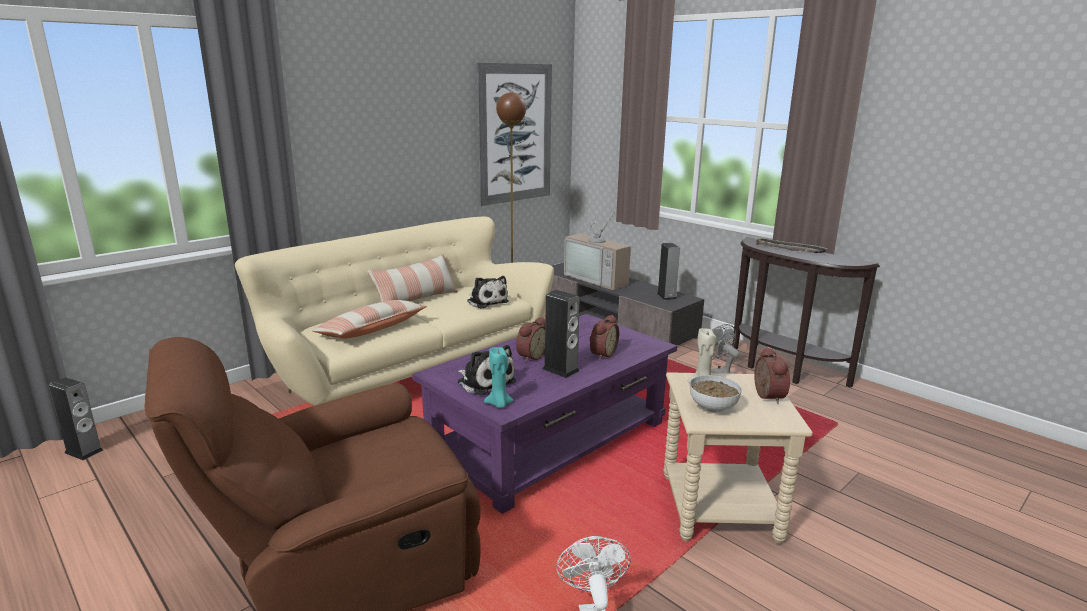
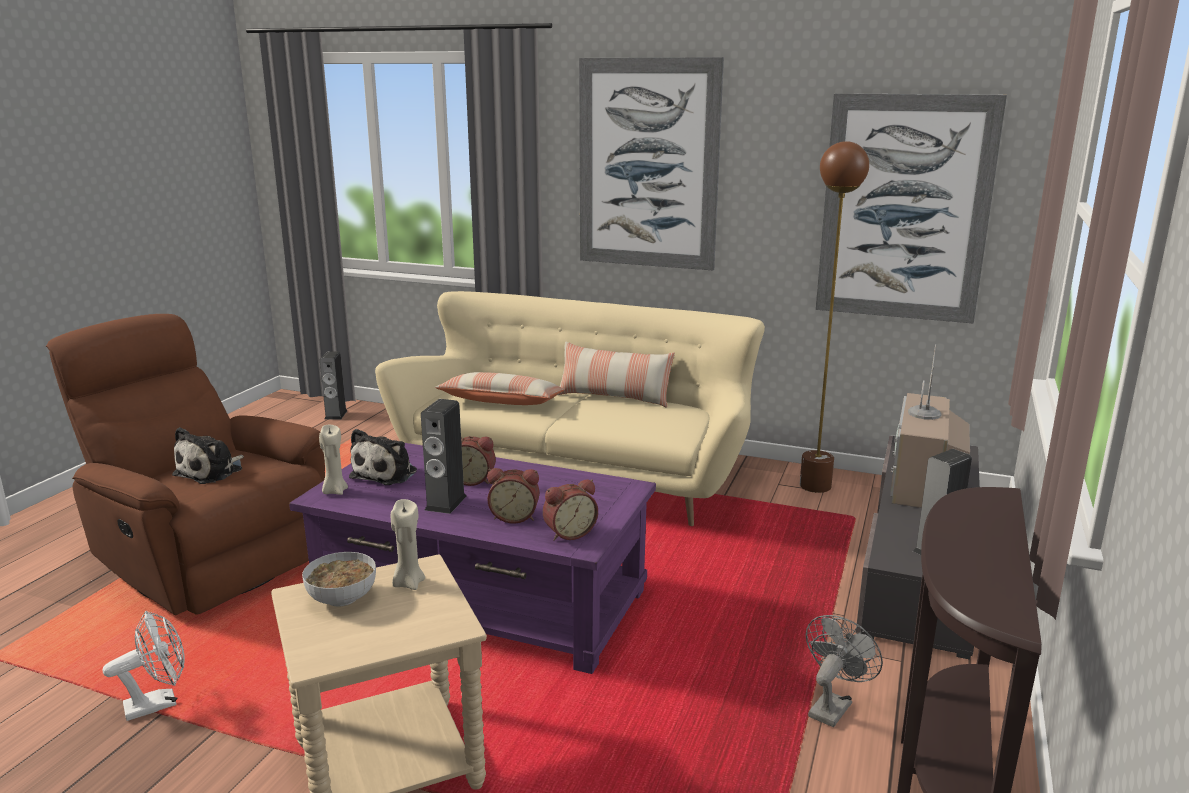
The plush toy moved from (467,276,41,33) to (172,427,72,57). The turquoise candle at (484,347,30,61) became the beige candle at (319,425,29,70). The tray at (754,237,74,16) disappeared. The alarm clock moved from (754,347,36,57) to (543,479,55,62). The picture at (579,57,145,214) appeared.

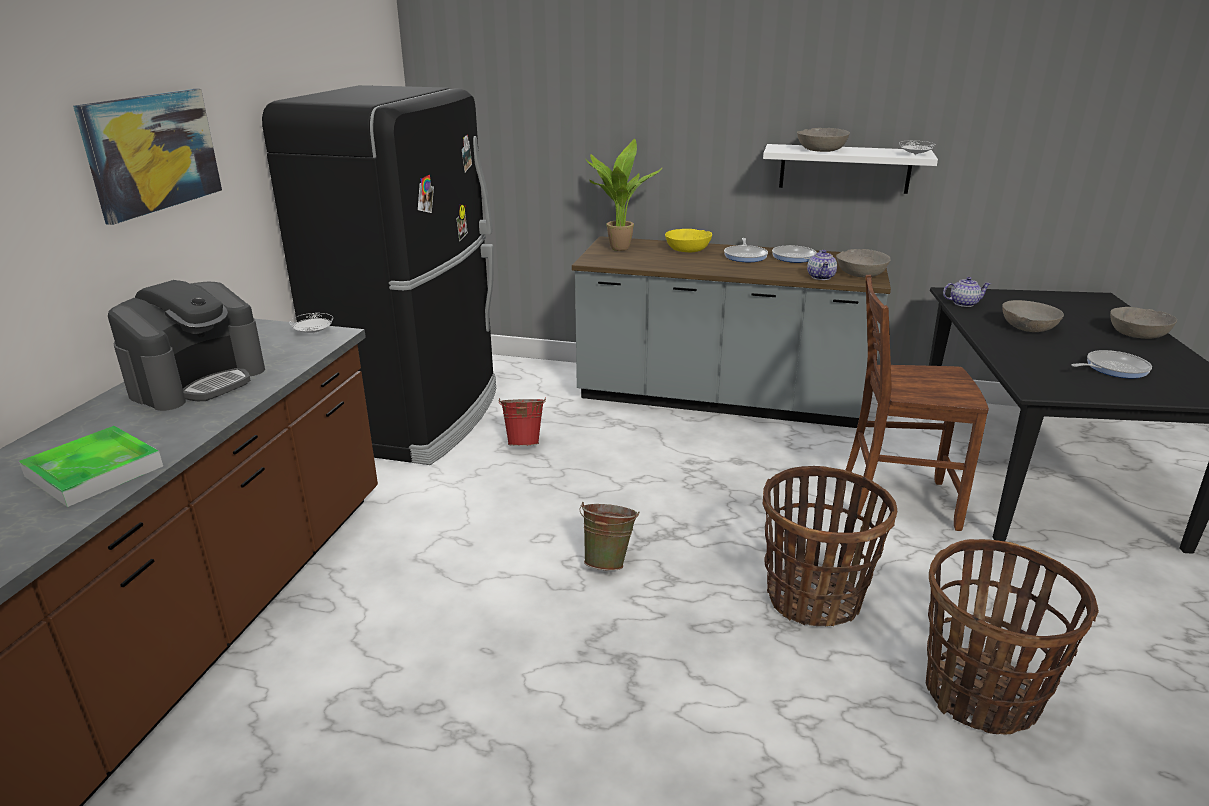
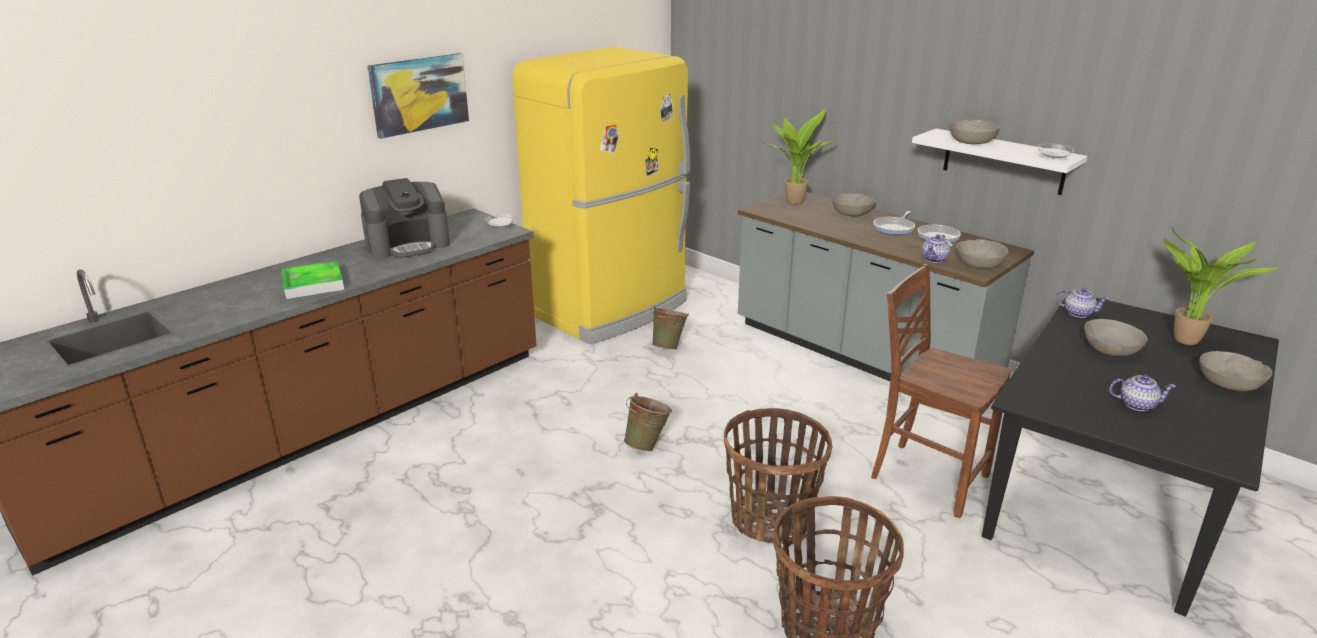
The black fridge at (262,85,234,380) became the yellow fridge at (512,47,178,297). The red bucket at (499,397,47,49) became the green bucket at (651,306,38,43). The yellow bowl at (665,229,47,23) became the grey bowl at (832,193,43,24). The frying pan at (1071,350,81,28) was replaced by the teapot at (1109,375,67,36). The potted plant at (1164,227,115,118) appeared.

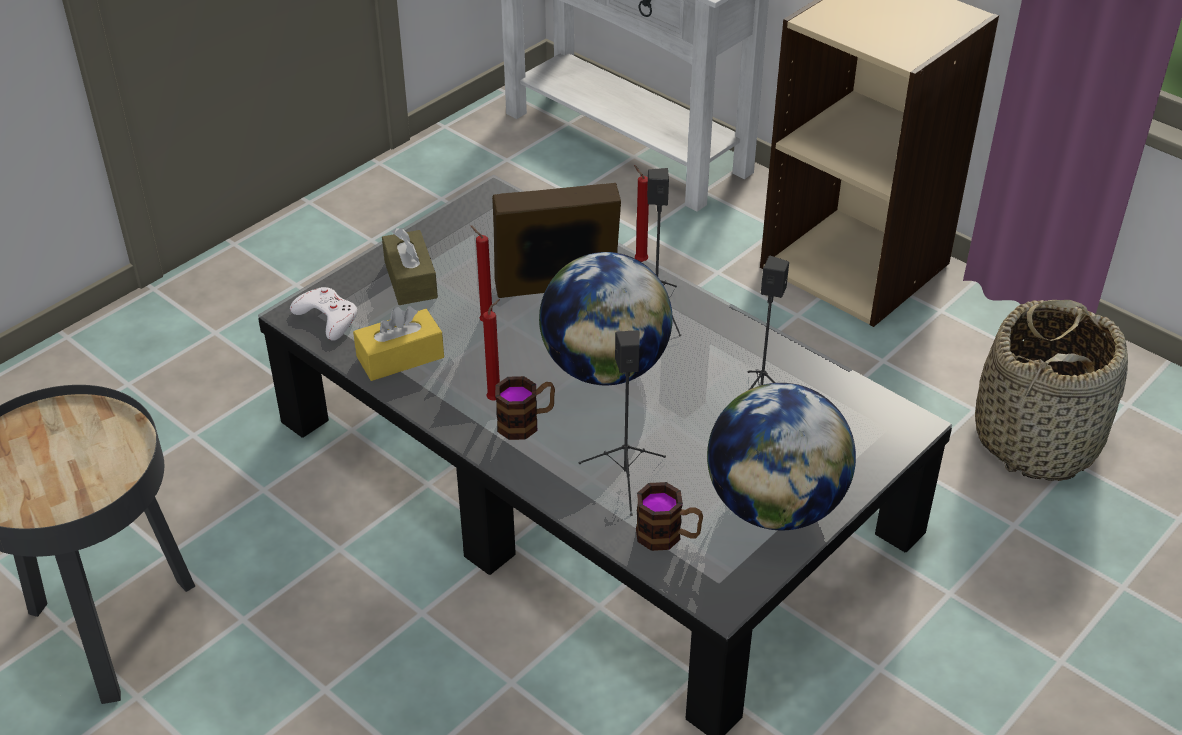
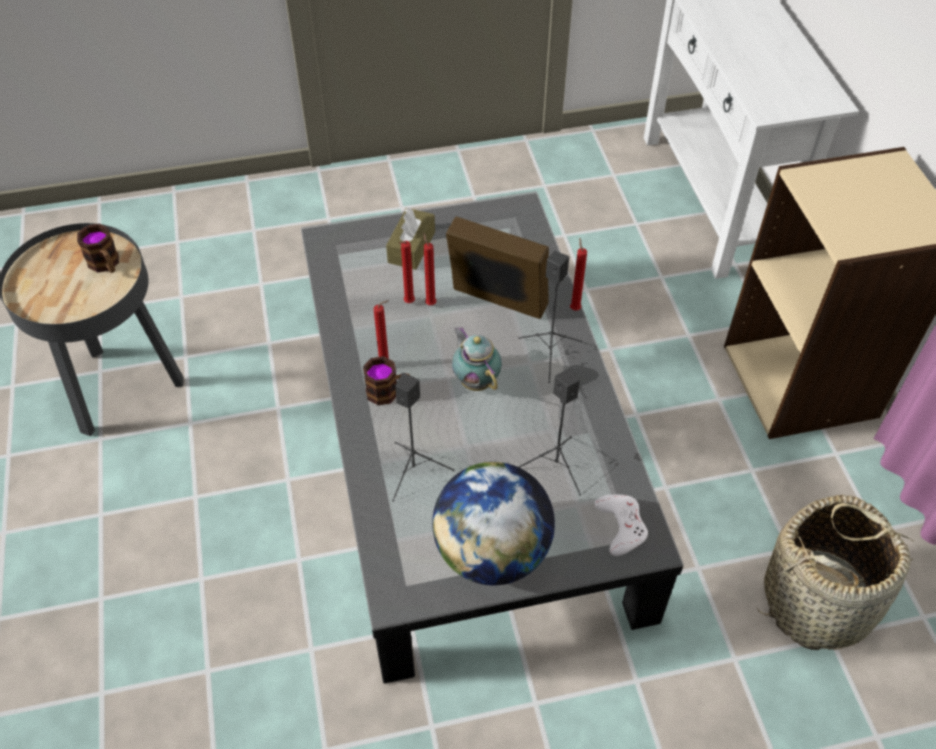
The white game controller moved from (290,287,67,54) to (595,494,53,62). The yellow tissue box at (353,306,91,75) disappeared. The globe at (539,252,134,133) was replaced by the teapot at (452,327,50,64). The mug moved from (636,482,67,69) to (77,224,42,49). The red candle at (399,241,16,62) appeared.

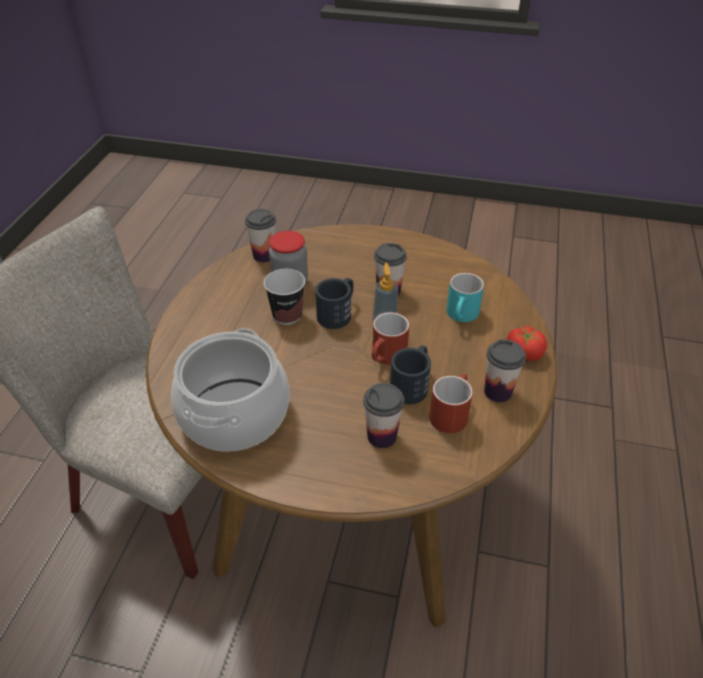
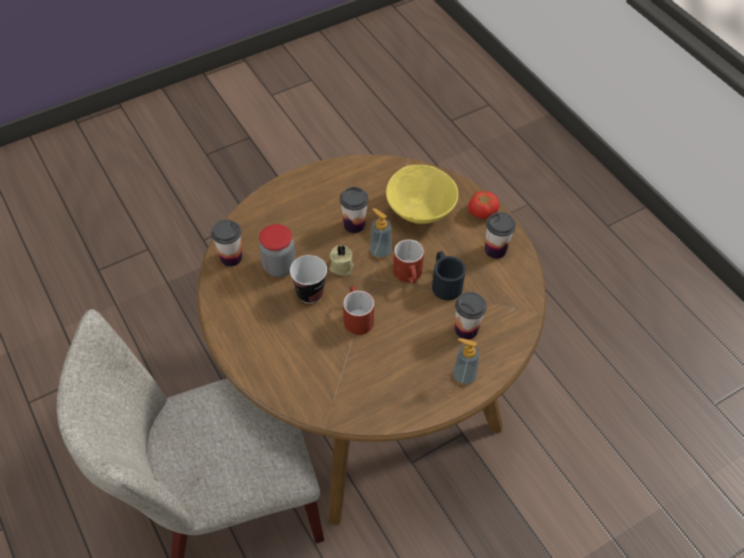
The cooking pot at (171,328,119,124) disappeared. The black mug at (315,278,38,51) was replaced by the beige candle at (330,244,24,32). The red mug moved from (429,374,44,59) to (343,286,31,49). The turquoise mug at (446,273,38,49) was replaced by the yellow bowl at (386,165,72,59). The soap dispenser at (453,338,27,47) appeared.

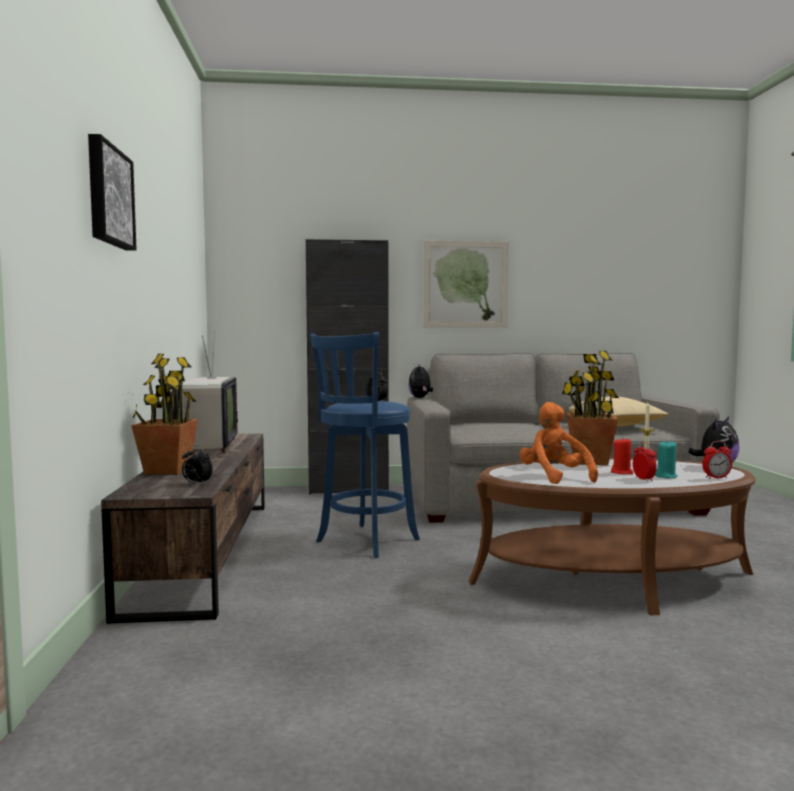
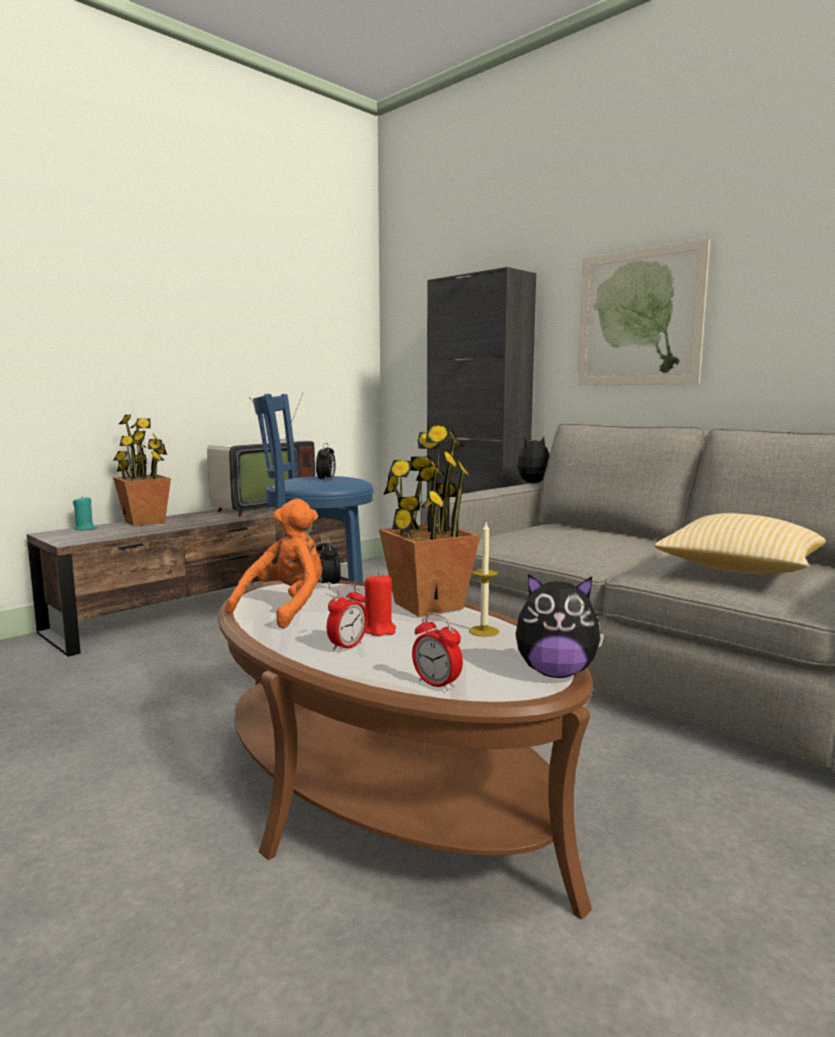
The picture at (88,134,49,117) disappeared. The alarm clock moved from (182,446,31,38) to (316,537,25,51). The turquoise candle moved from (655,440,23,38) to (73,497,24,33).

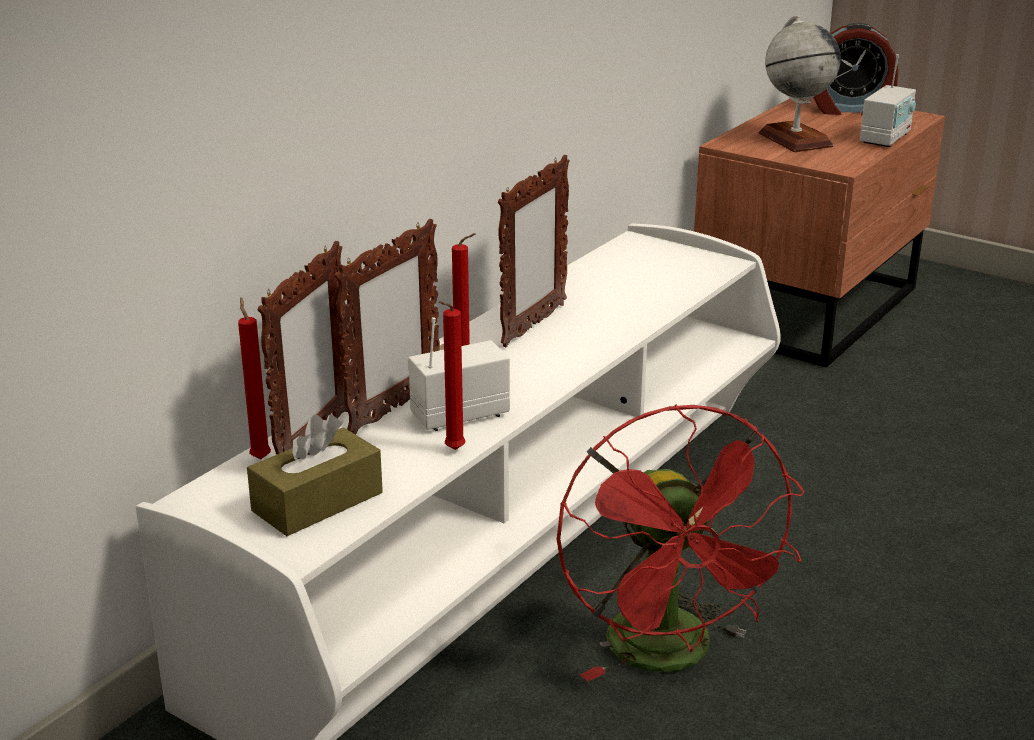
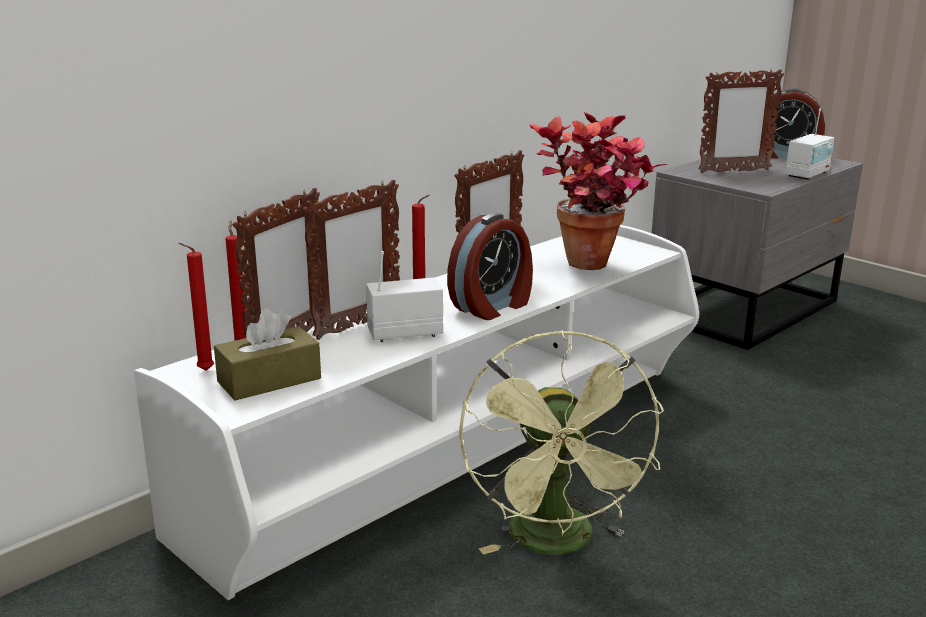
The red candle moved from (439,301,26,149) to (178,243,36,128). The red fan at (557,404,247,277) became the green fan at (459,330,205,225). The brown nightstand at (694,98,251,270) became the grey nightstand at (652,157,211,193). The globe at (759,16,82,136) was replaced by the picture frame at (698,69,86,104). The alarm clock at (447,213,86,107) appeared. The potted plant at (529,112,138,158) appeared.

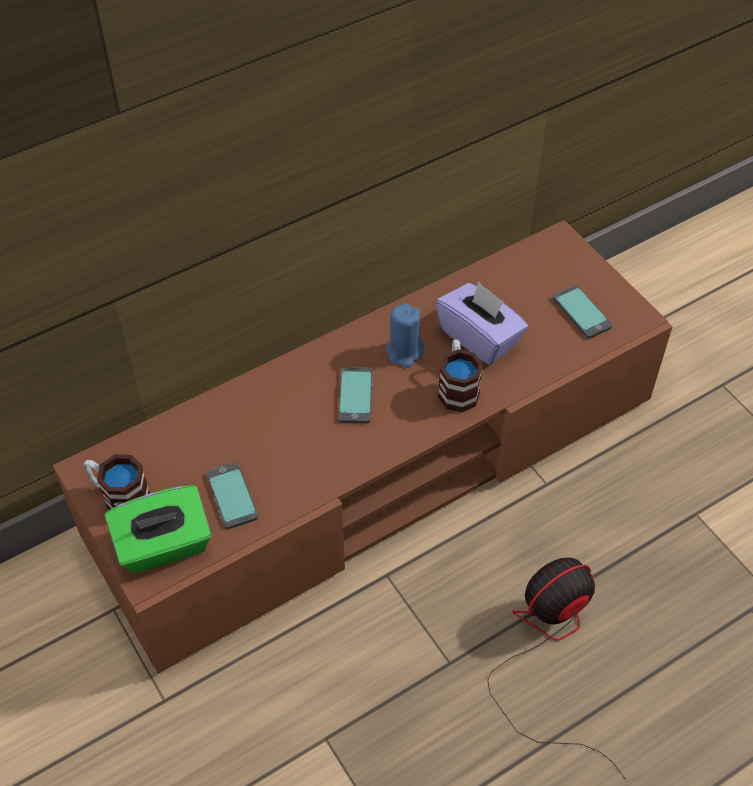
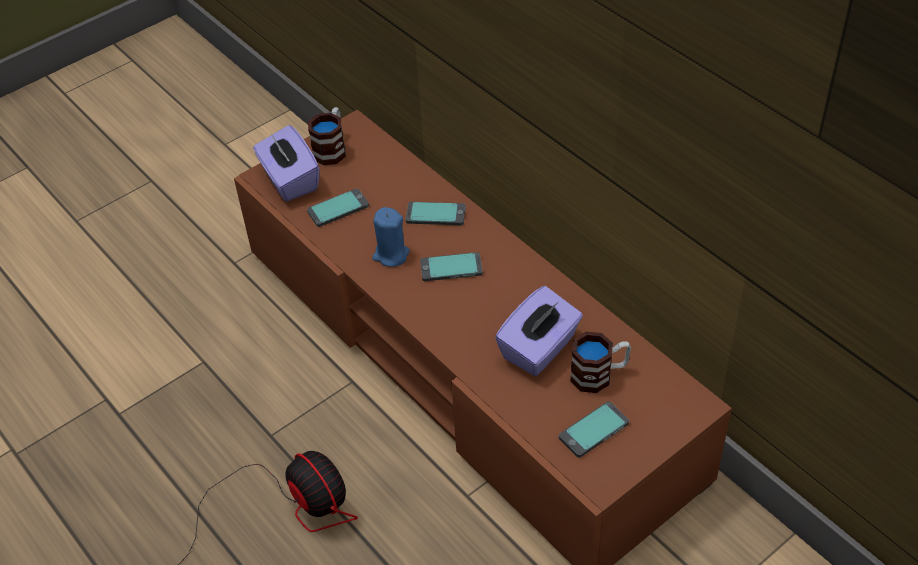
The green tissue box at (105,485,106,88) became the purple tissue box at (253,125,66,76). The blue candle moved from (386,303,38,65) to (372,207,38,60). The mug moved from (438,339,45,73) to (570,332,61,61). The phone at (406,202,60,23) appeared.

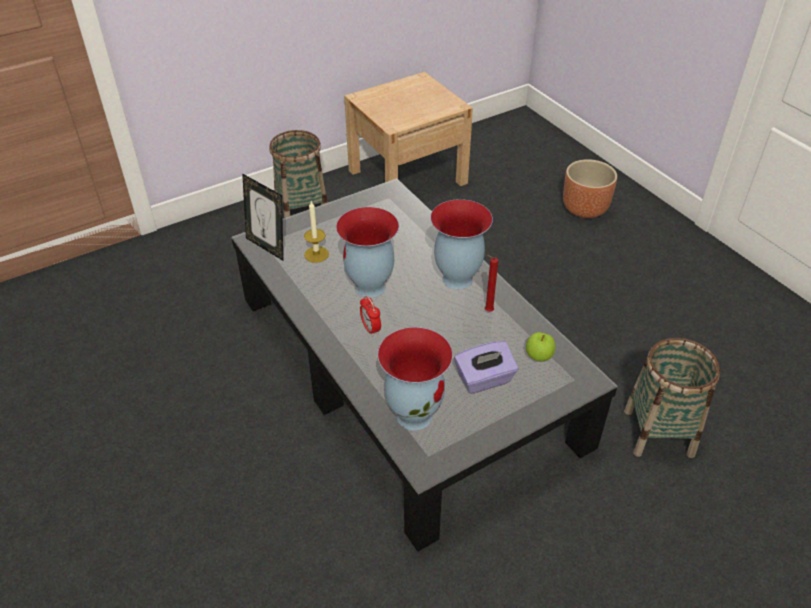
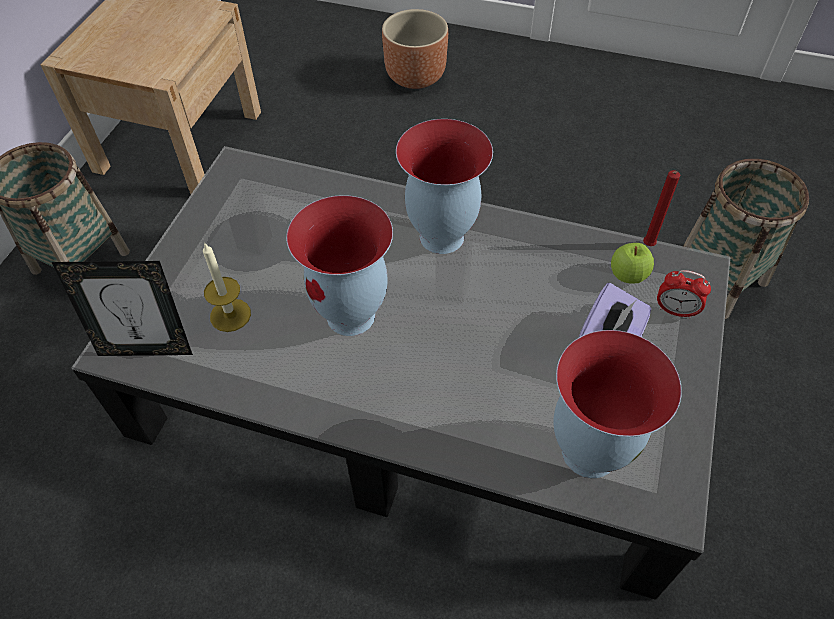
The alarm clock moved from (360,296,21,40) to (657,270,54,49). The red candle moved from (485,255,13,57) to (643,170,37,76).

